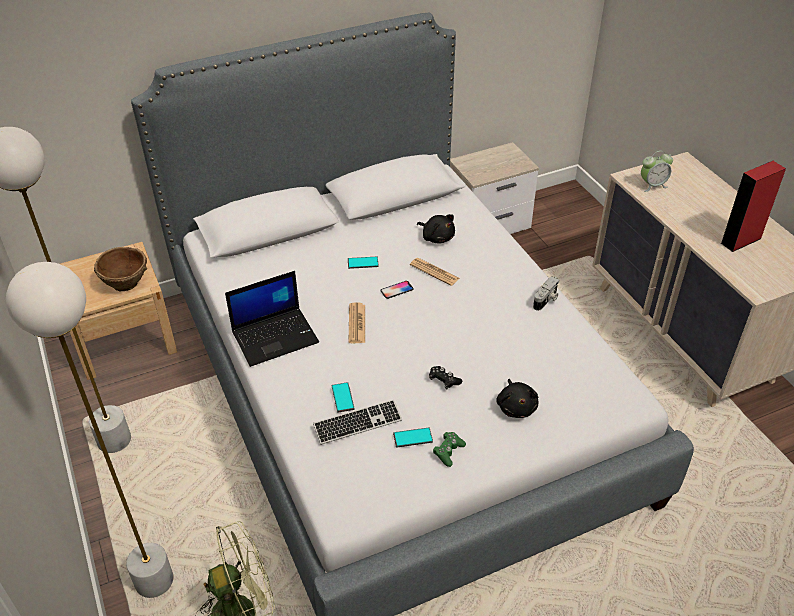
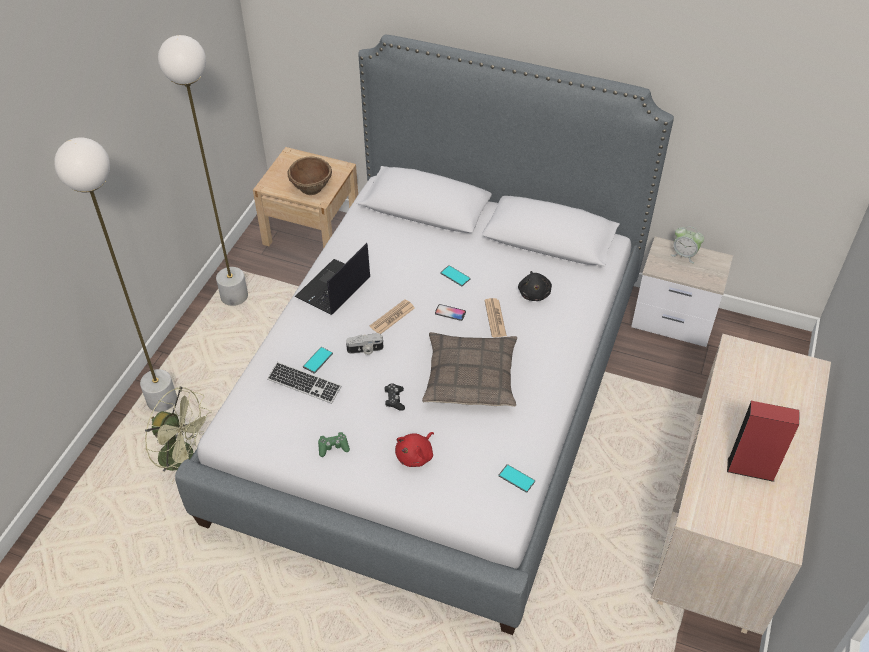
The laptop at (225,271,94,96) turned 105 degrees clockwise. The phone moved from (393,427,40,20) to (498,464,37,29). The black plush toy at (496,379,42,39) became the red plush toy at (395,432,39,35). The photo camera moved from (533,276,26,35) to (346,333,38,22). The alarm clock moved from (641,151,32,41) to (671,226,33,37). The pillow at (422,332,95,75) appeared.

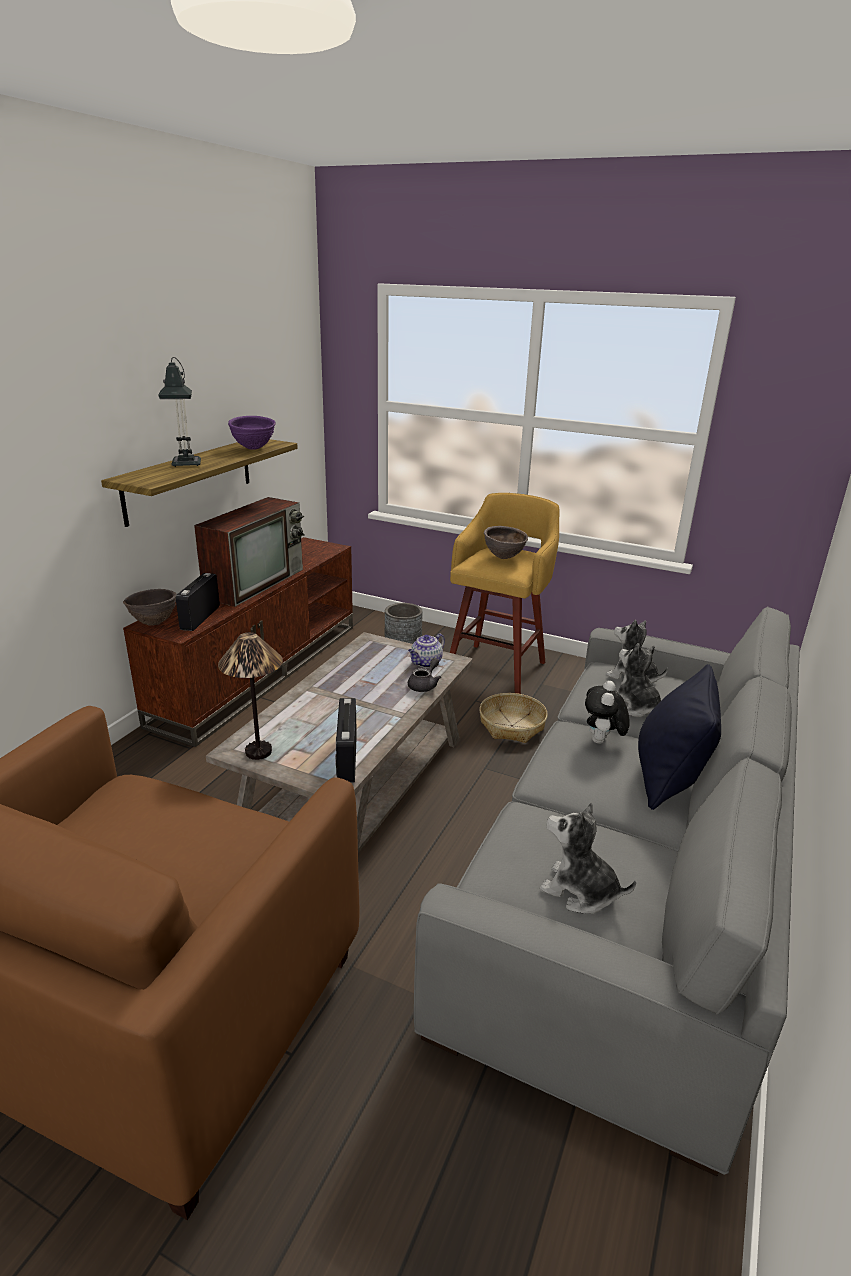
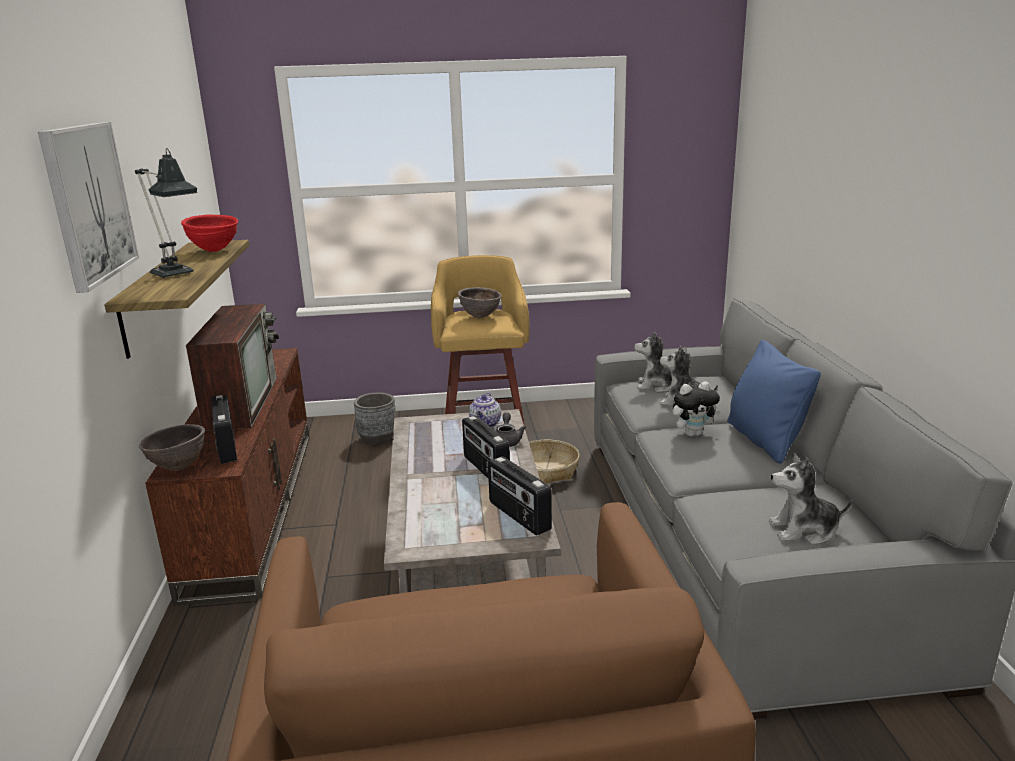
The table lamp at (218,632,65,128) disappeared. The purple bowl at (228,416,48,34) became the red bowl at (181,215,57,37). The plush toy at (585,681,45,63) turned 90 degrees counterclockwise. The black pillow at (638,664,83,146) became the blue pillow at (727,340,94,124). The picture at (38,122,101,171) appeared. The radio at (462,416,48,62) appeared.

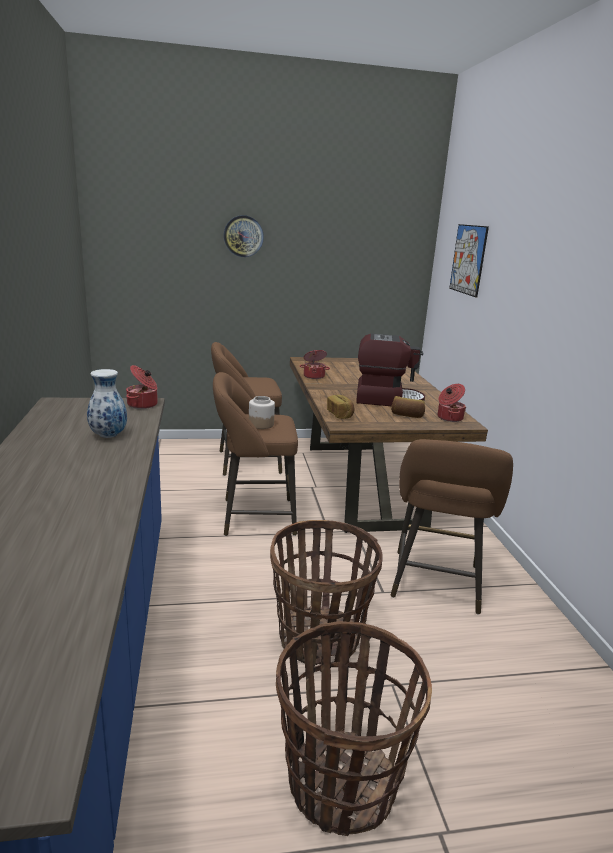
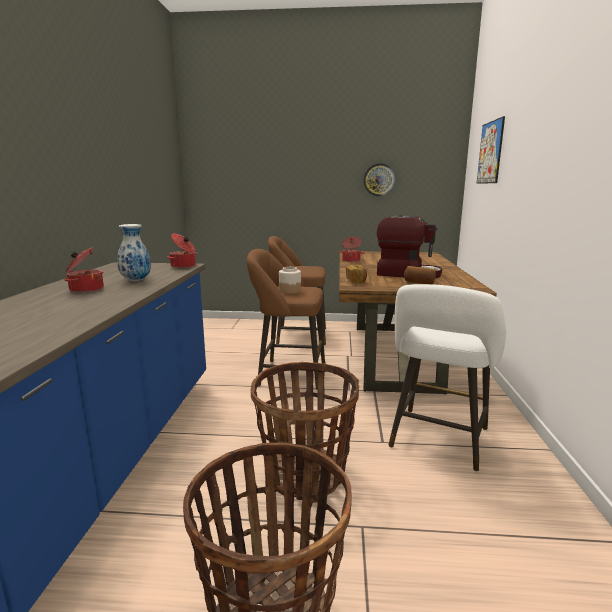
The wall clock moved from (224,215,40,42) to (363,163,33,33). The brown stool at (391,439,122,176) became the white stool at (389,284,117,188). The cooking pot moved from (438,384,28,38) to (64,247,40,46).

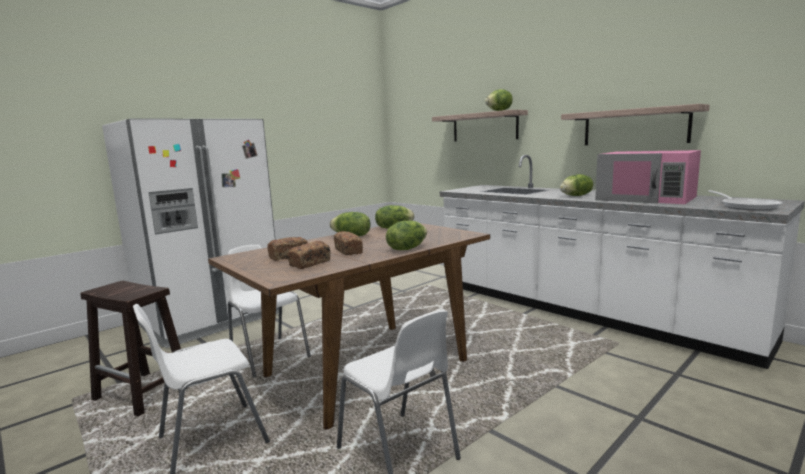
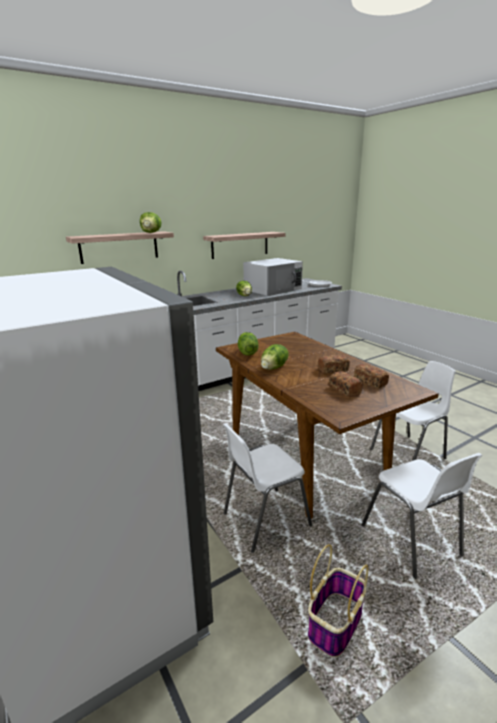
The brown stool at (80,281,109,136) was replaced by the basket at (308,544,60,113). The lettuce at (386,221,41,29) disappeared. The pink microwave at (595,150,106,54) became the white microwave at (243,258,60,38).

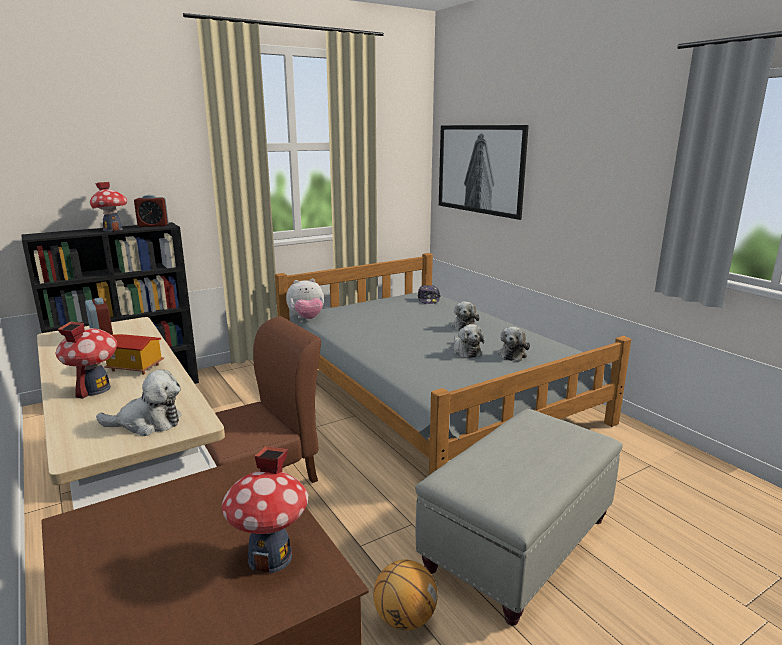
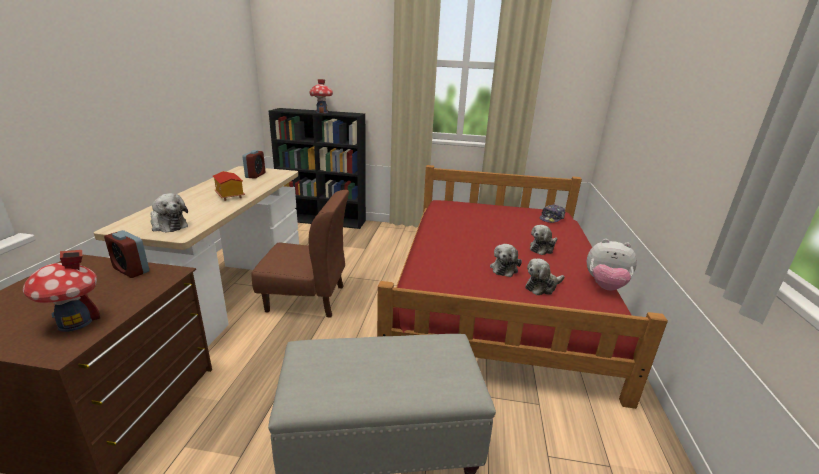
The toy house at (55,321,62,78) disappeared. The alarm clock moved from (134,195,35,32) to (104,230,45,48). The grey bed at (275,253,356,222) became the red bed at (377,165,291,244). The plush toy moved from (286,279,38,40) to (587,239,50,51). The basketball at (373,560,65,71) disappeared. The picture at (439,125,90,95) disappeared.

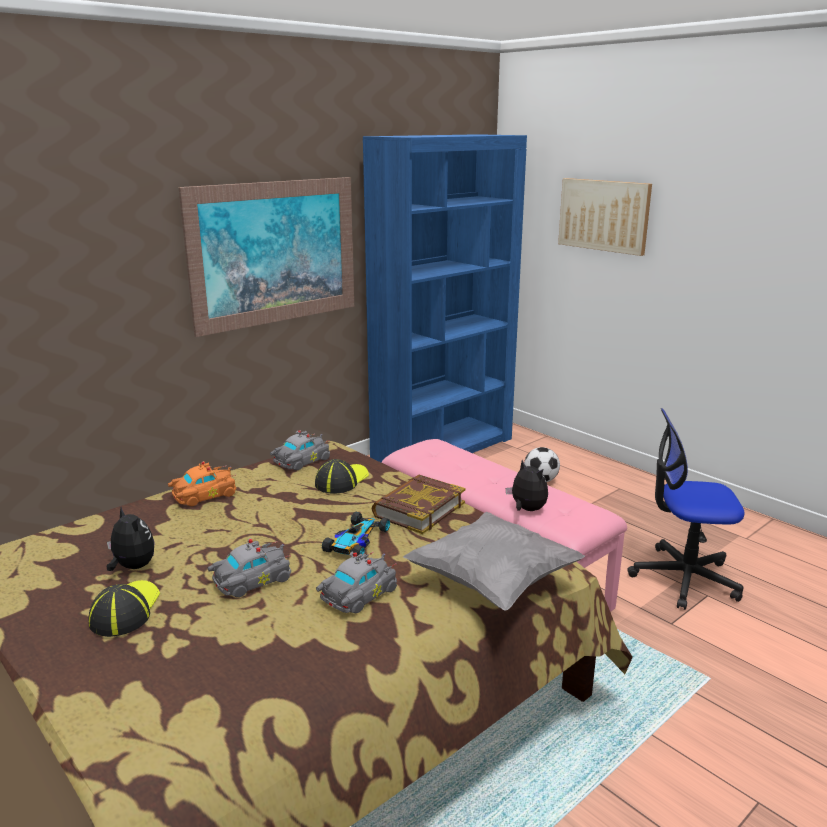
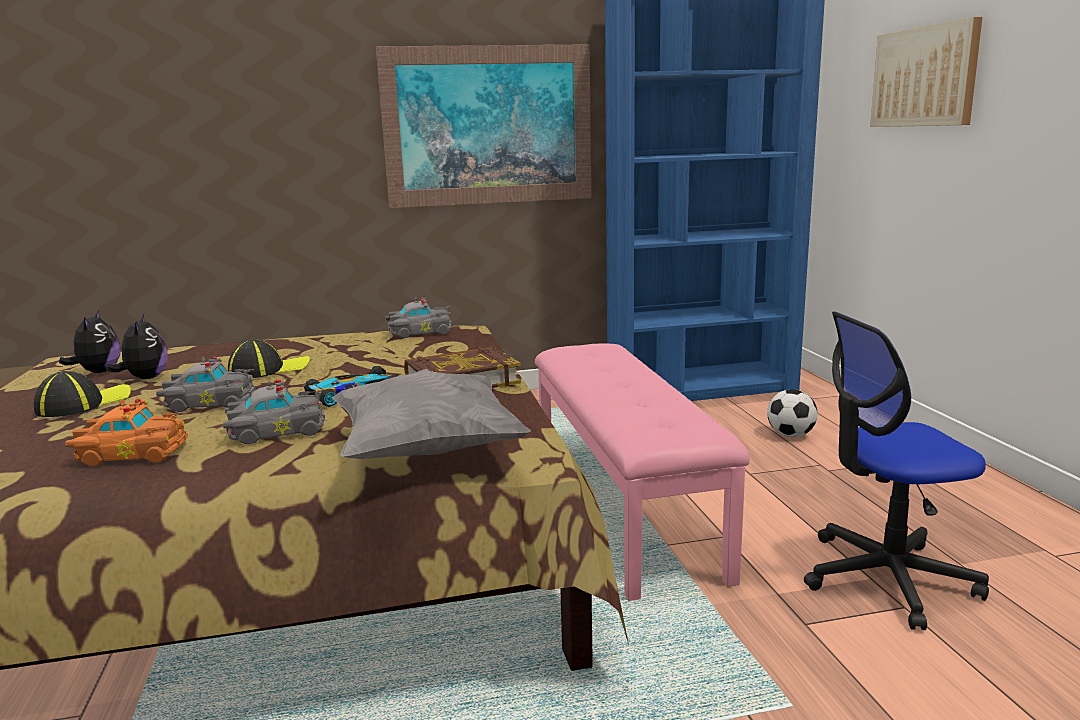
The orange toy car moved from (168,461,68,45) to (65,399,123,67). The cap moved from (315,459,54,35) to (228,339,82,39). The plush toy moved from (506,460,42,51) to (59,310,61,63). The office chair at (627,408,118,202) turned 45 degrees counterclockwise.

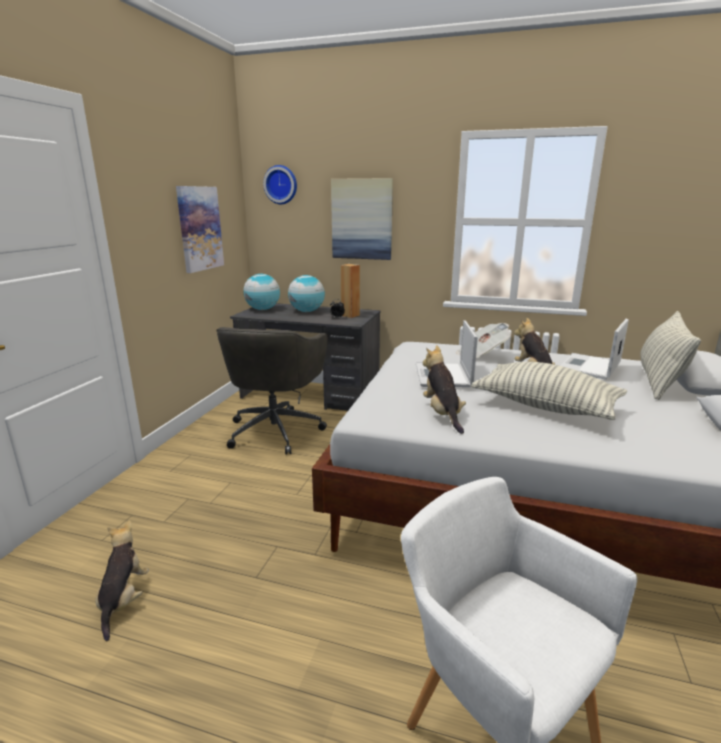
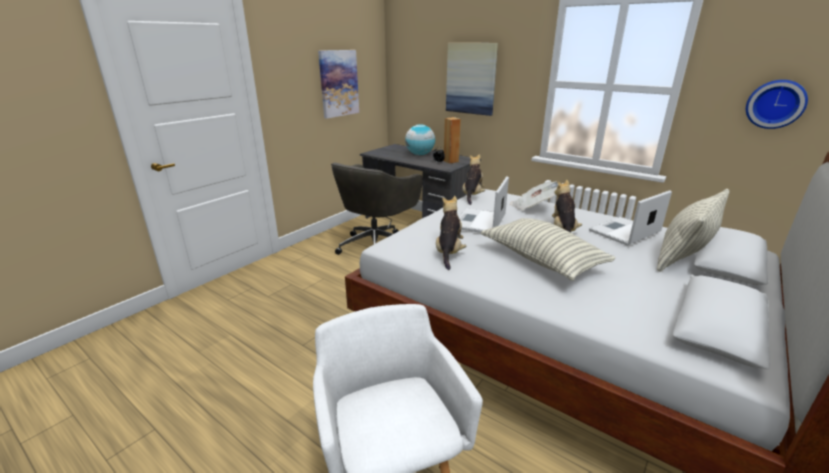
The plush toy moved from (95,520,54,121) to (462,154,23,51). The globe at (243,274,37,36) disappeared. The wall clock moved from (263,165,34,39) to (746,80,62,49).

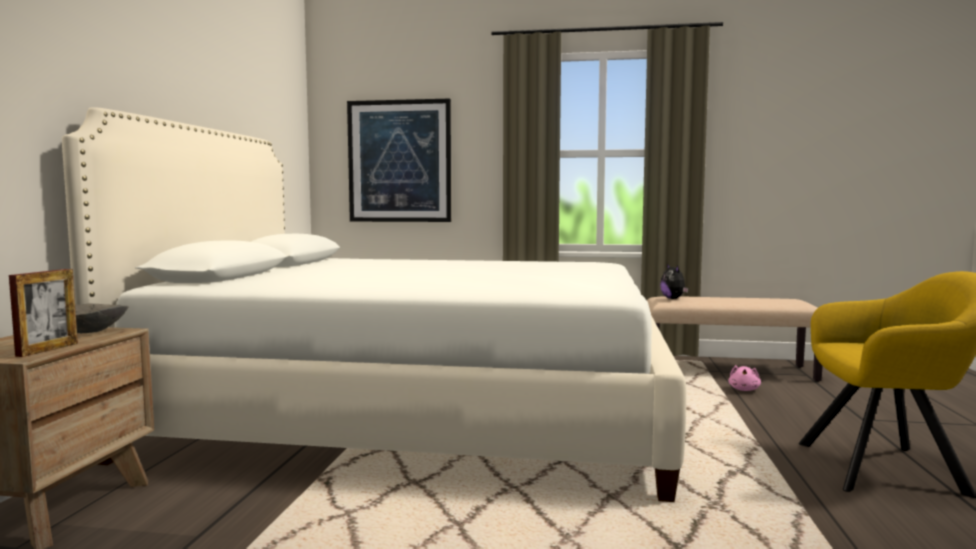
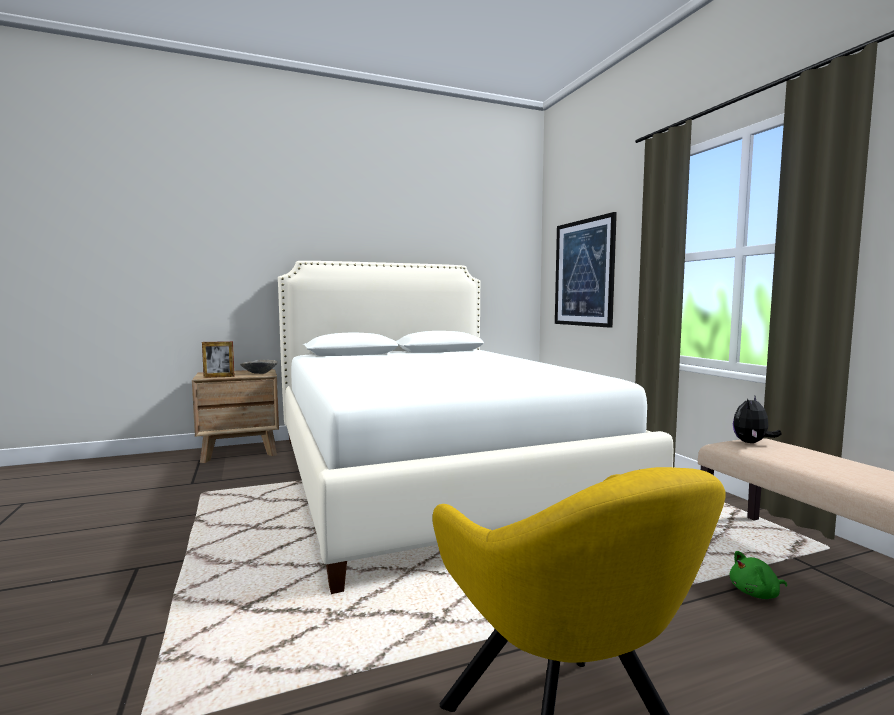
The pink plush toy at (728,365,33,26) became the green plush toy at (730,551,57,48).

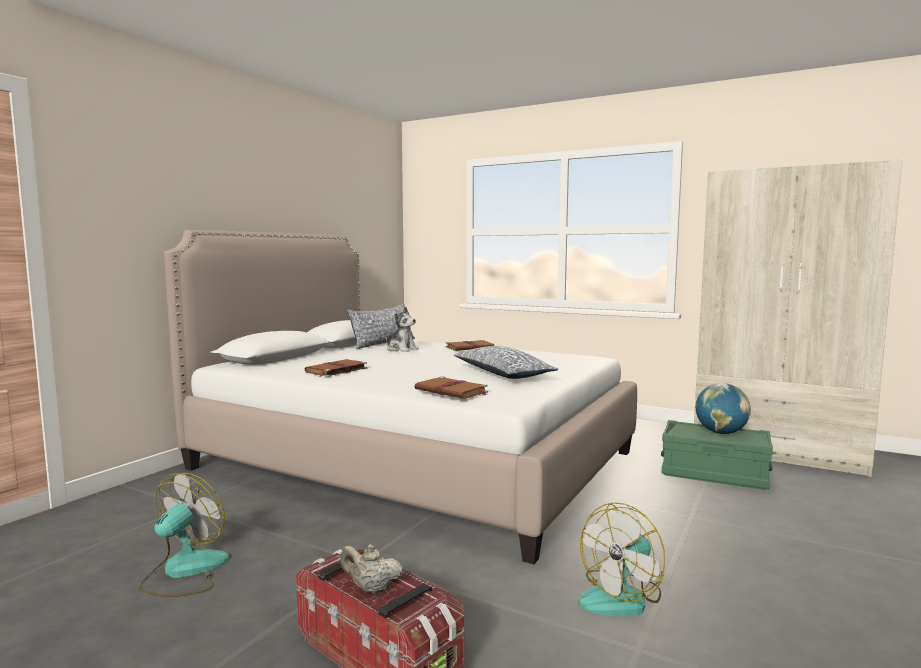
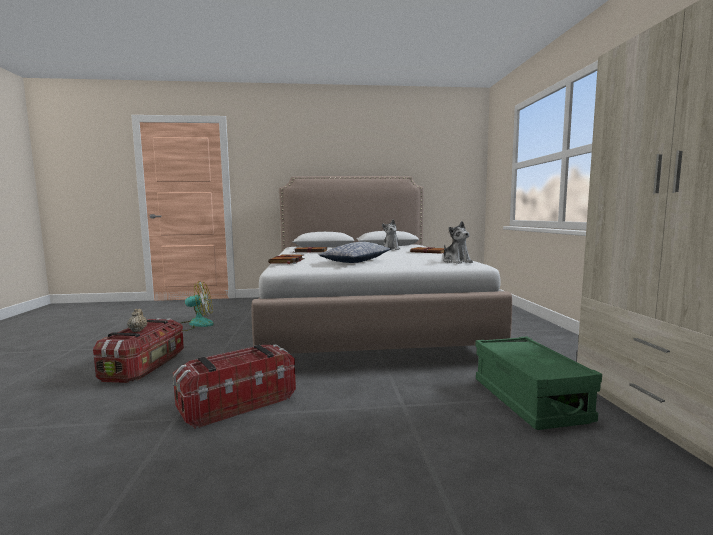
The pillow at (347,303,68,47) disappeared. The fan at (578,502,87,115) was replaced by the storage box at (173,344,123,85). The globe at (696,383,55,51) disappeared. The plush toy at (443,221,30,43) appeared.

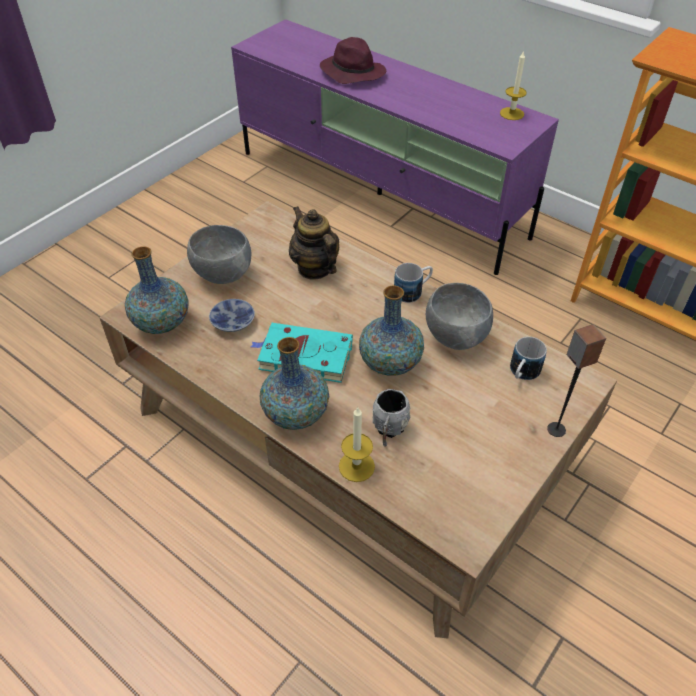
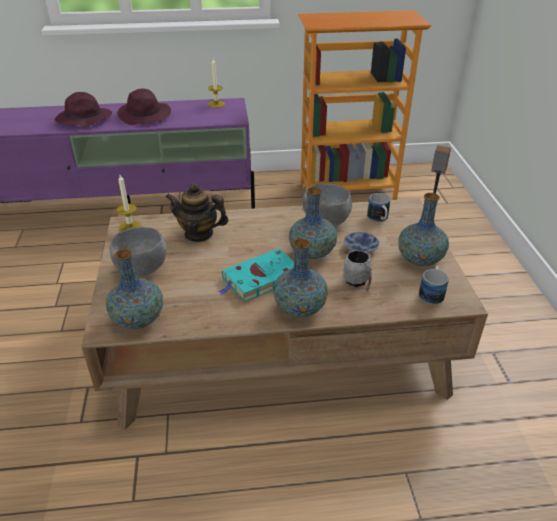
The bowl moved from (209,299,46,33) to (344,232,35,21). The candle moved from (339,407,36,75) to (117,175,25,57). The mug moved from (394,263,39,40) to (419,265,30,40). The purple hat at (117,89,54,36) appeared. The vase at (398,193,51,73) appeared.

